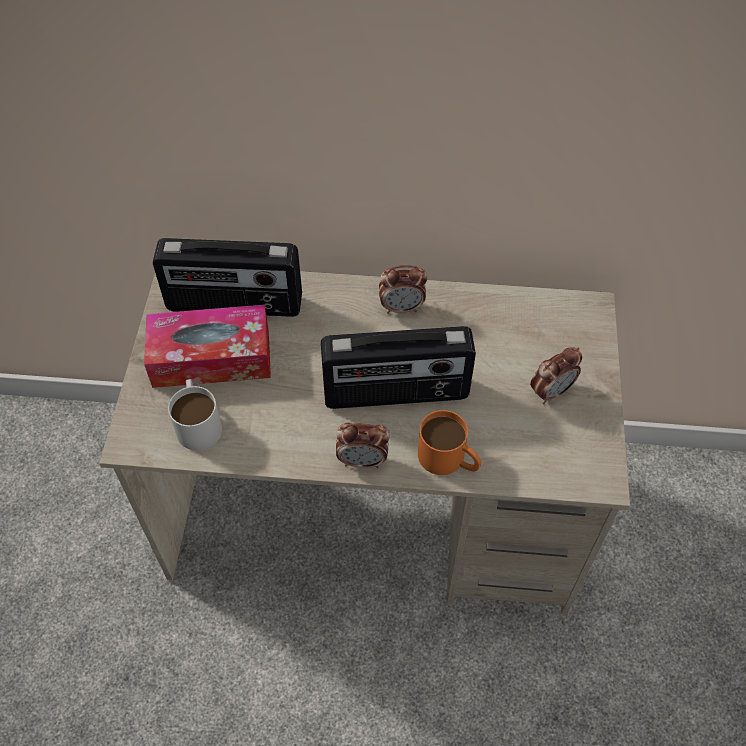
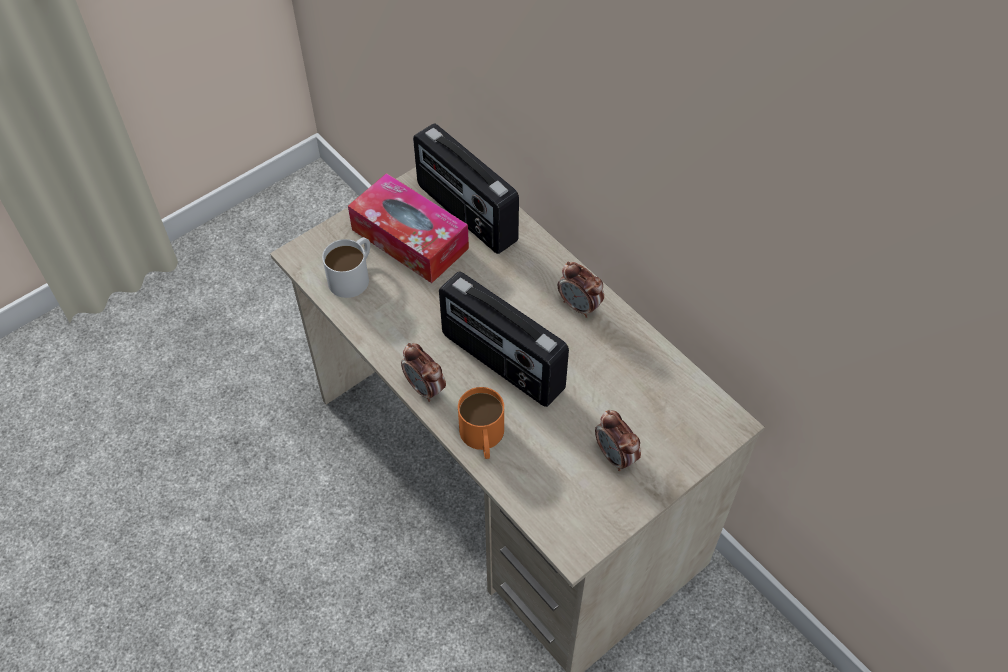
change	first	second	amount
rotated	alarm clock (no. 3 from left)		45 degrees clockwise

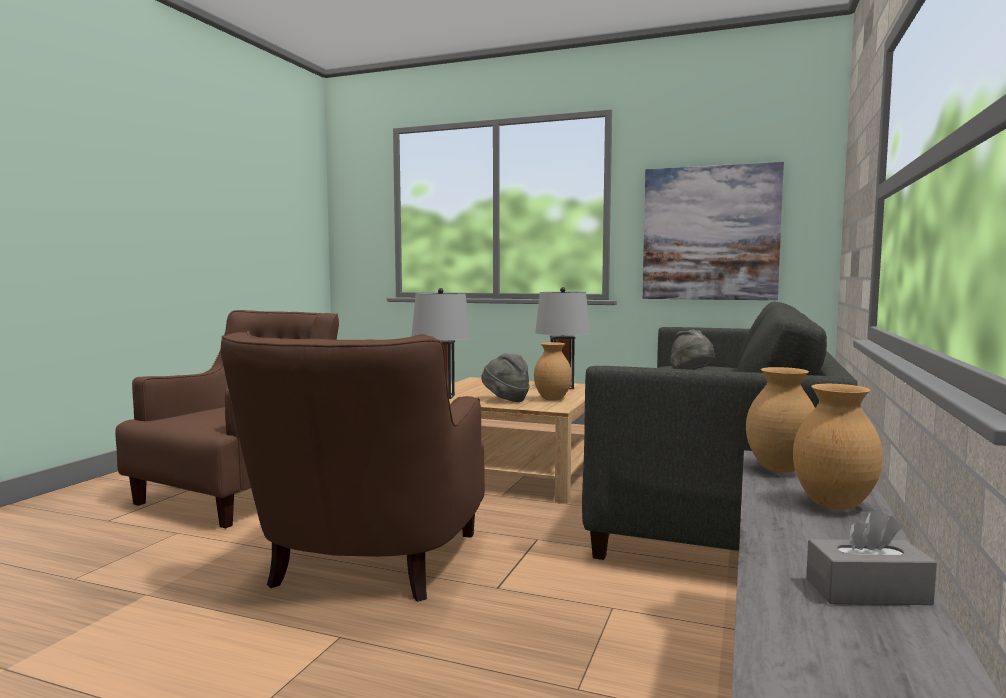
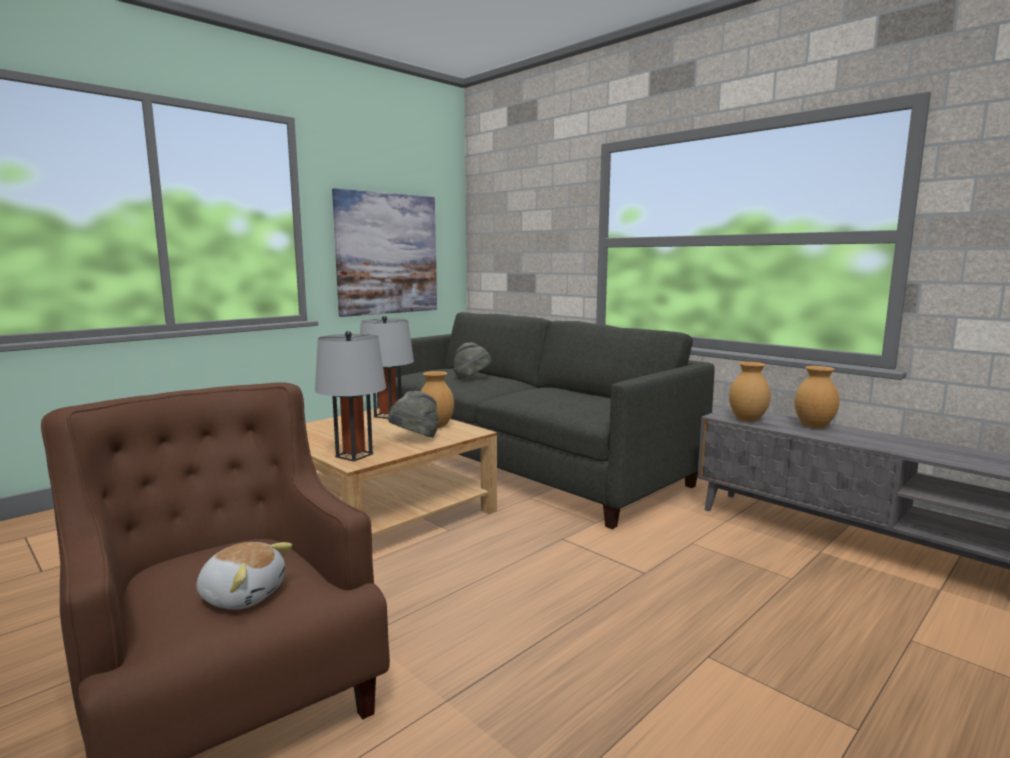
change	first	second	amount
gone	armchair (brown) (no. 2 from left)		
gone	tissue box (grey)		
new		plush toy	

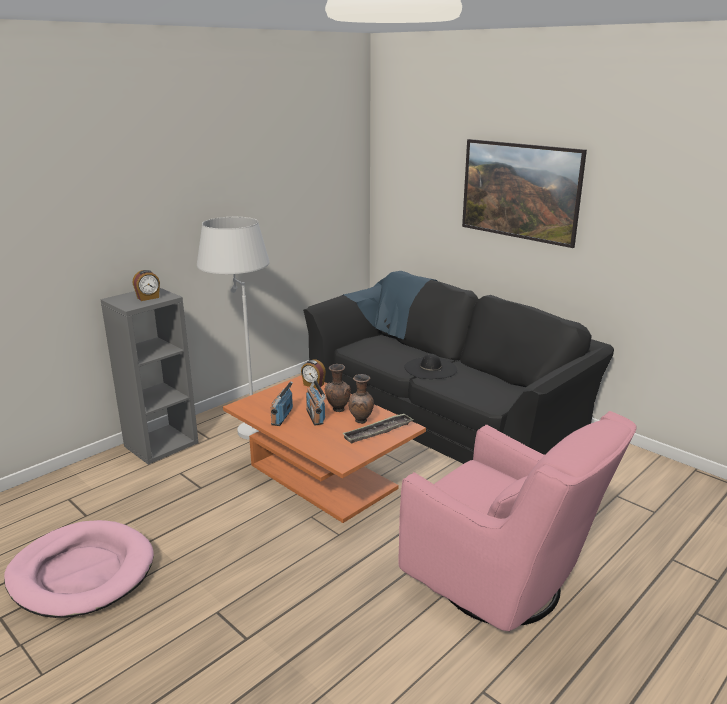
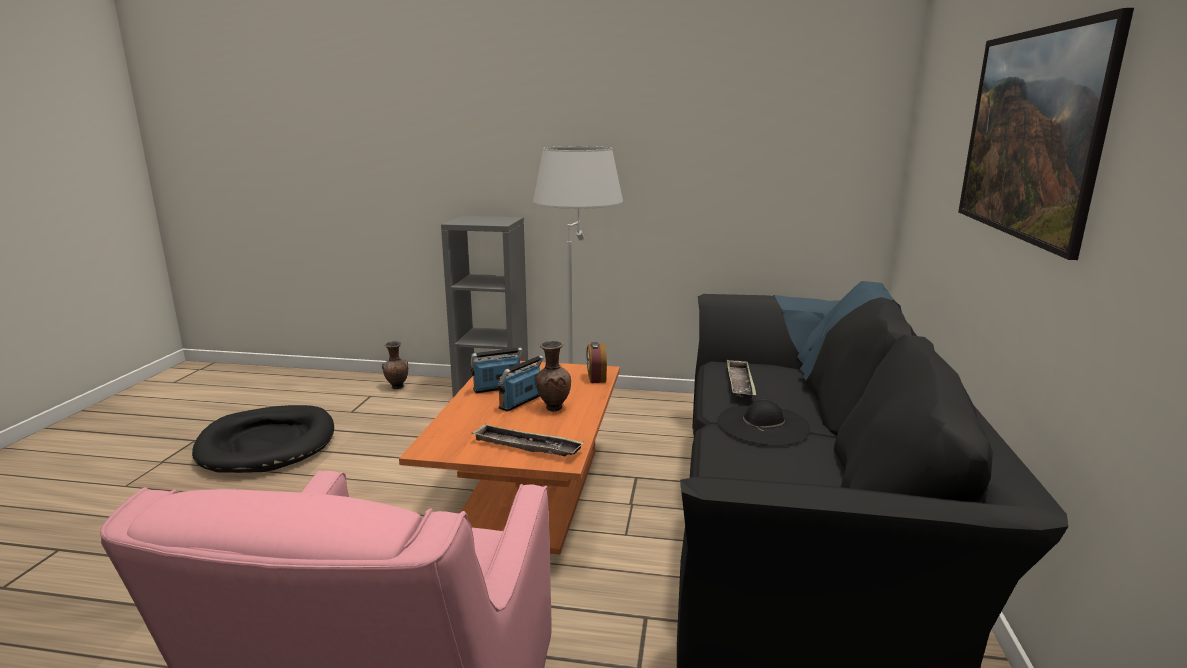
change	first	second	amount
gone	alarm clock (no. 1 from left)		
shifted	vase (brown) (no. 2 from left in the first image)	vase (brown) (no. 1 from left)	
repainted	dog bed (pink)	dog bed (black)	
new		tray (no. 2 from left)	

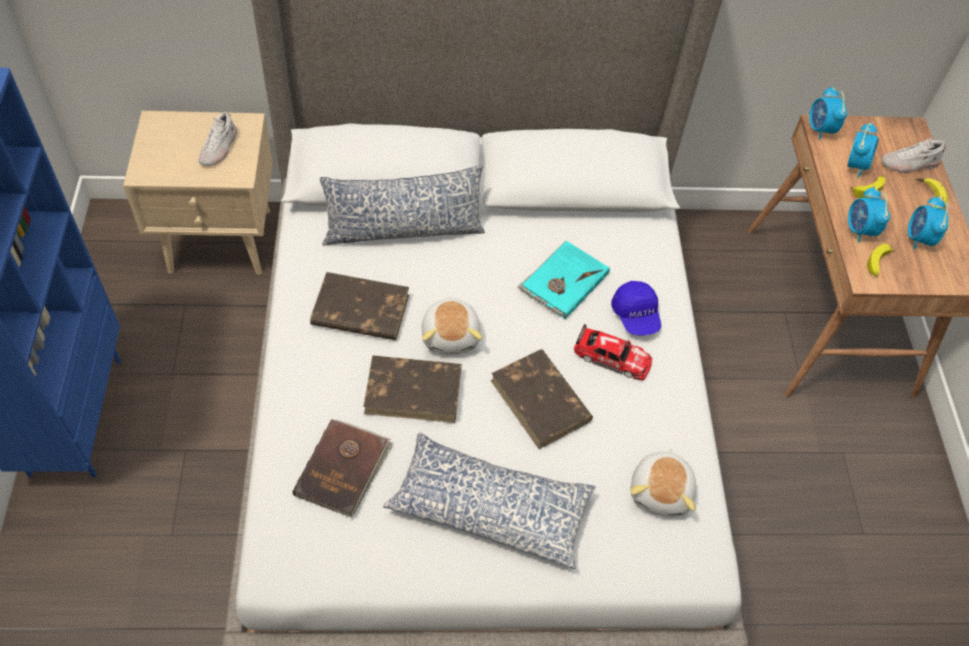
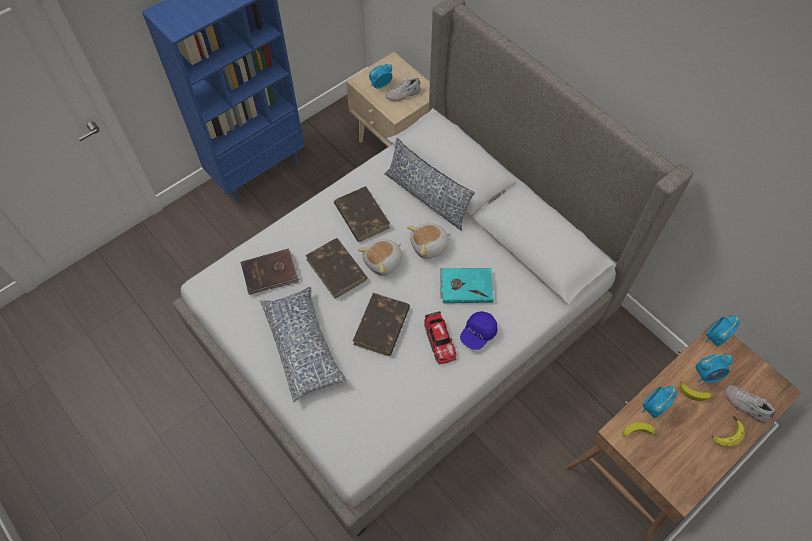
change	first	second	amount
shifted	alarm clock (no. 4 from left in the first image)	alarm clock (no. 1 from left)	
shifted	plush toy (no. 2 from left)		

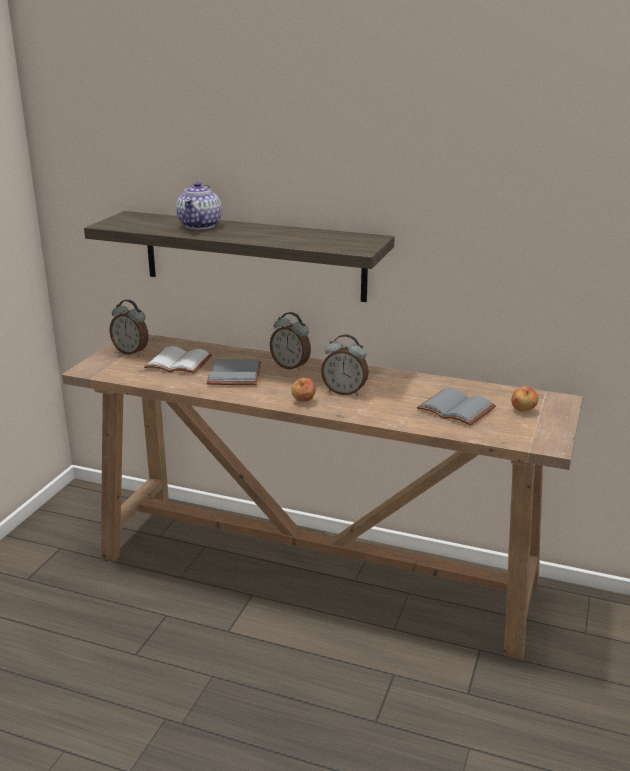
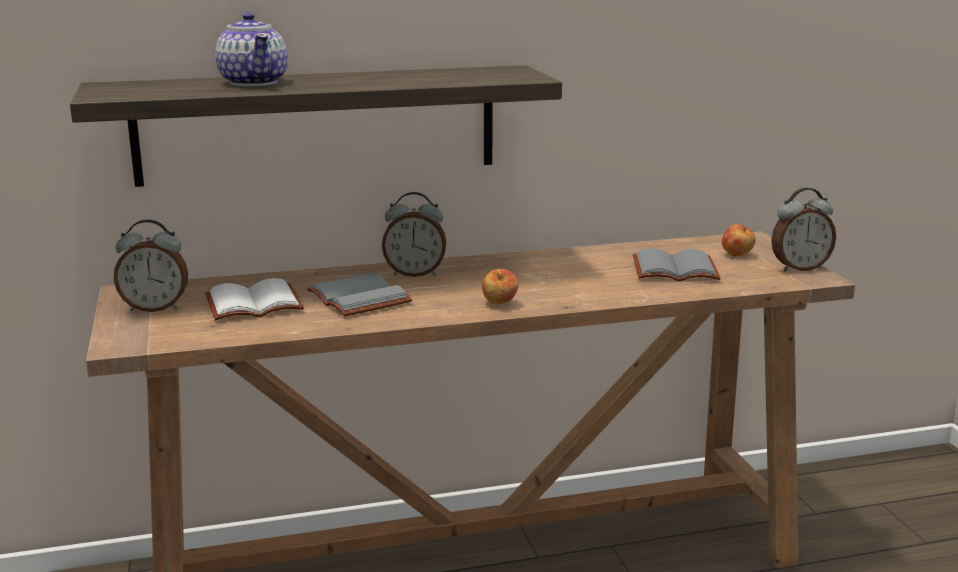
change	first	second	amount
shifted	alarm clock (no. 3 from left)		

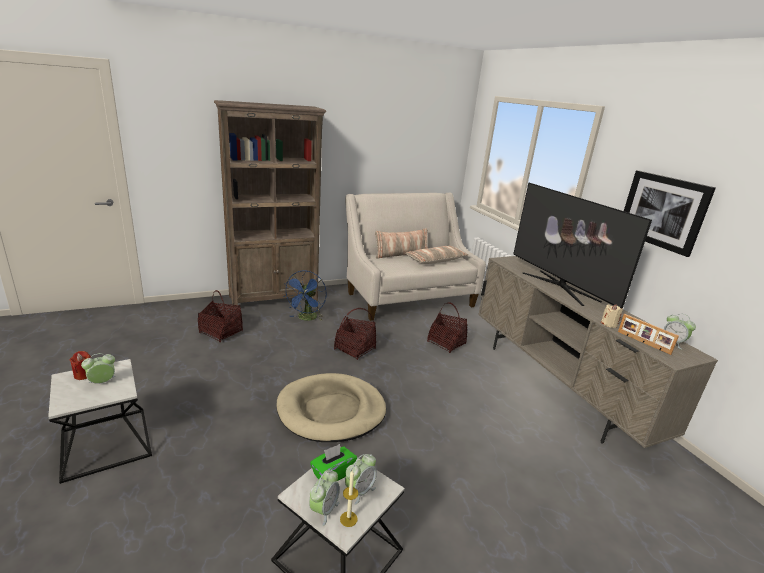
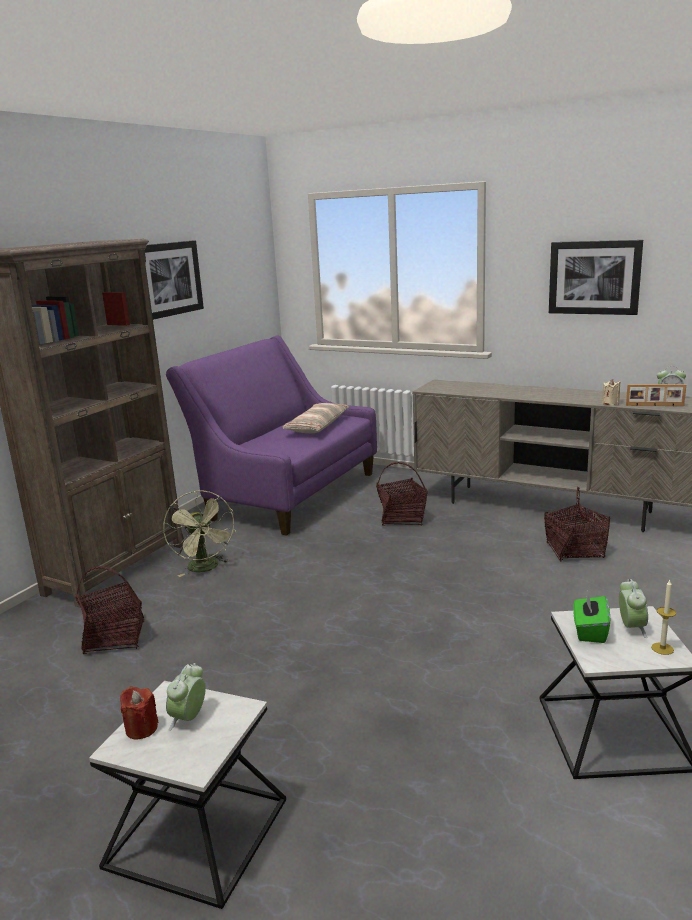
change	first	second	amount
gone	television		
repainted	sofa (beige)	sofa (purple)	
gone	pillow (no. 1 from left)		
repainted	fan (blue)	fan (green)	
shifted	basket (no. 2 from left in the first image)	basket (no. 3 from left)	
gone	dog bed (beige)		
gone	alarm clock (no. 2 from left)		
new		picture (no. 1 from left)	

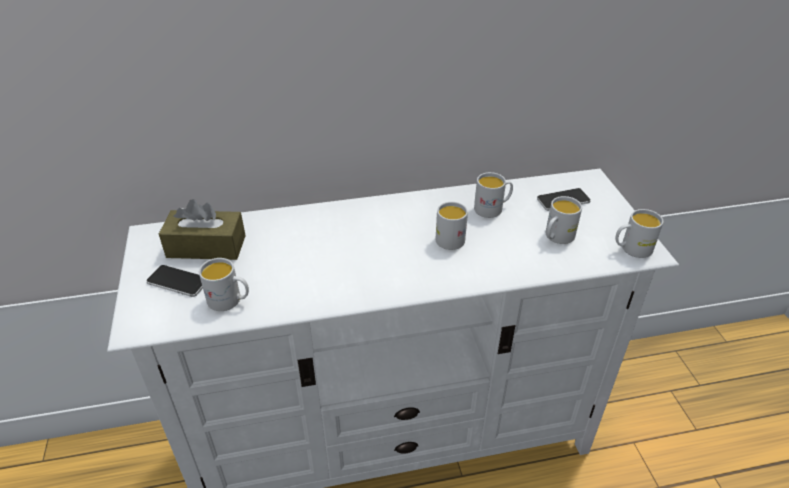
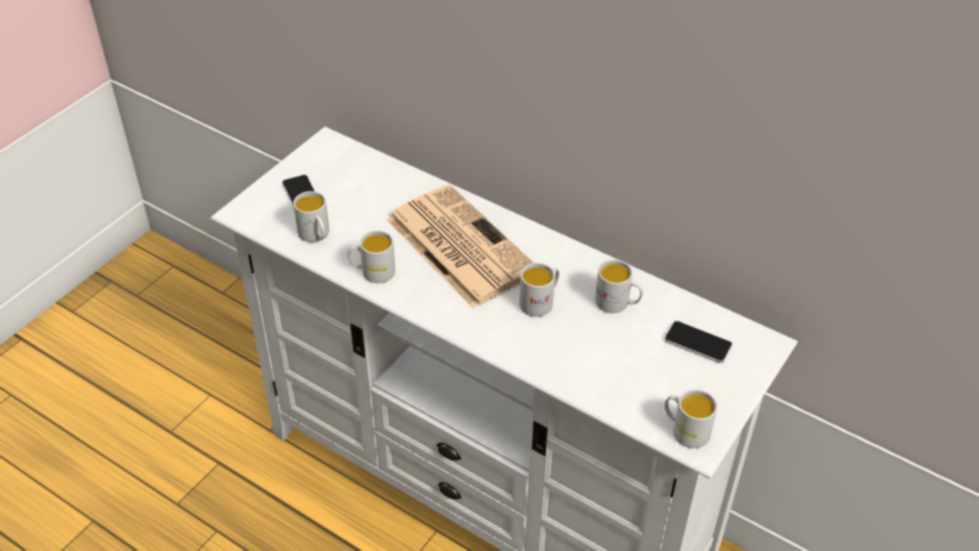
change	first	second	amount
shifted	mug (white) (no. 4 from left in the first image)	mug (white) (no. 2 from left)	
gone	tissue box (brown)		
new		newspaper	

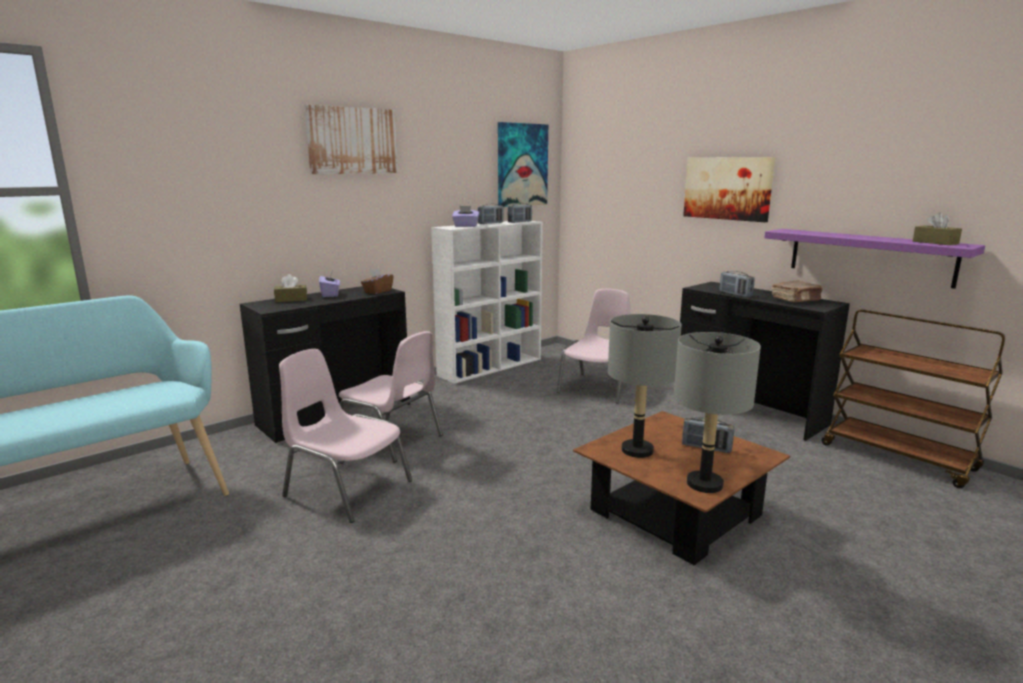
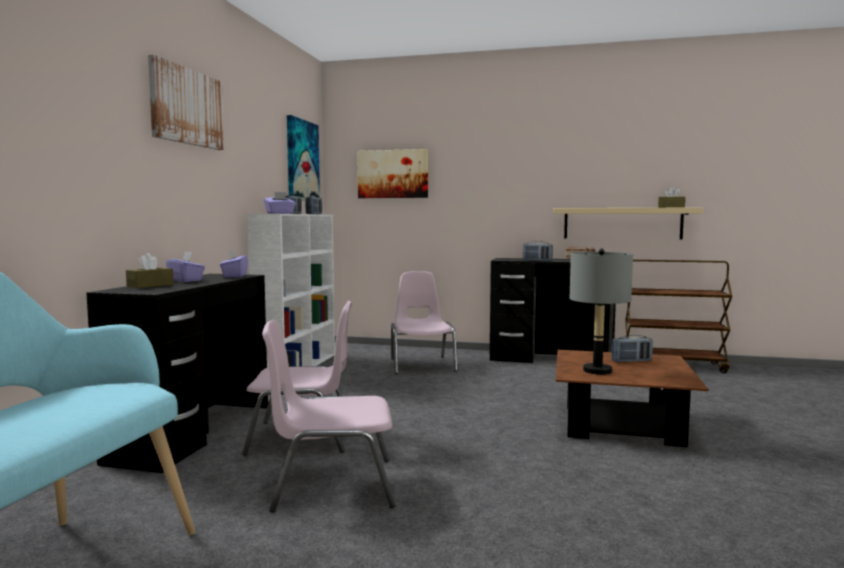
change	first	second	amount
shifted	picture (no. 3 from left)		
repainted	shelf (purple)	shelf (beige)	
repainted	tissue box (brown) (no. 2 from left)	tissue box (purple) (no. 2 from left)	
gone	table lamp (grey) (no. 2 from left)		

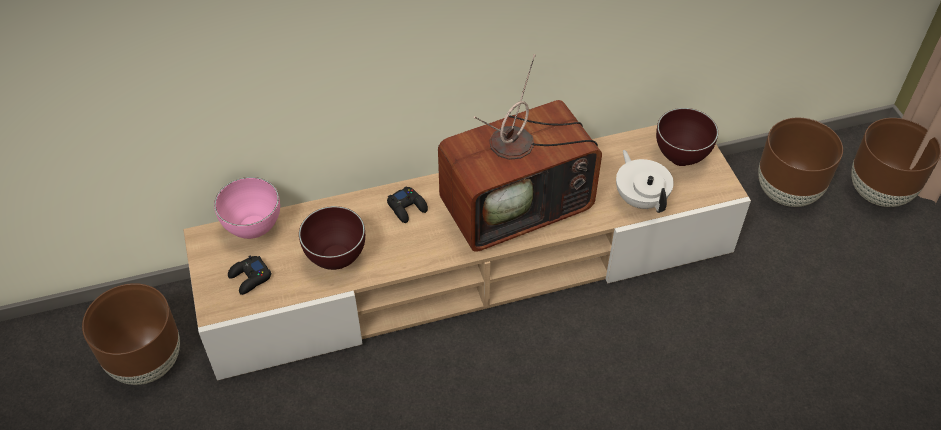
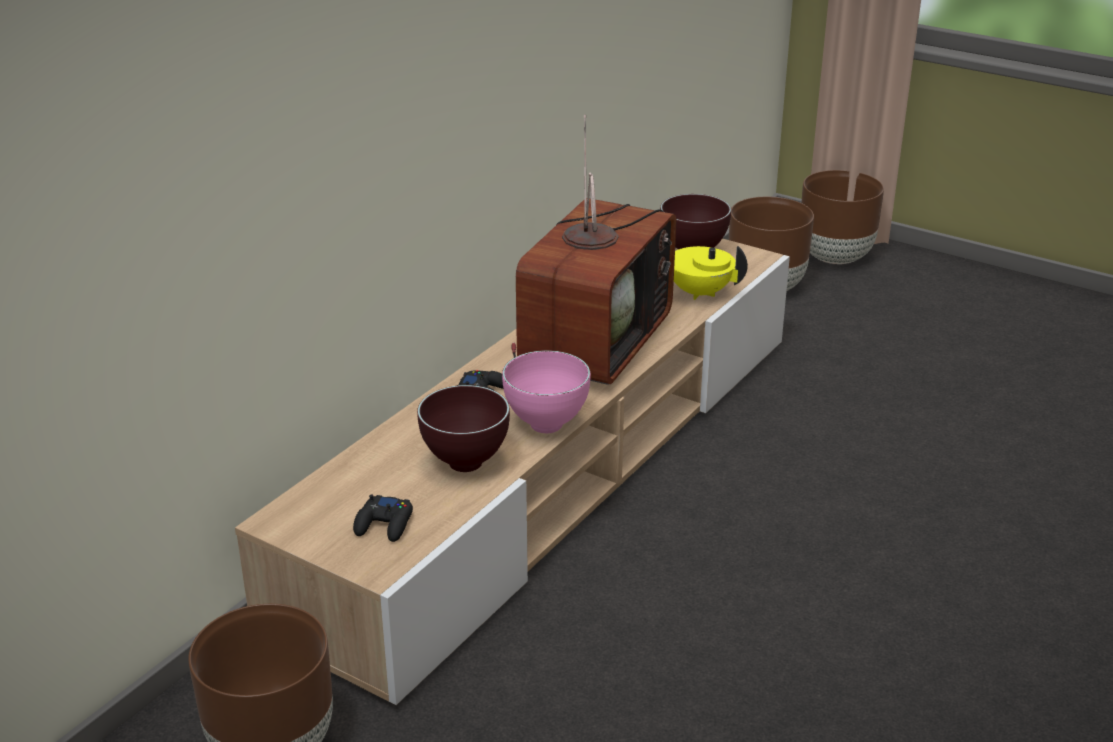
change	first	second	amount
repainted	teapot (white)	teapot (yellow)	
shifted	bowl (pink)		

